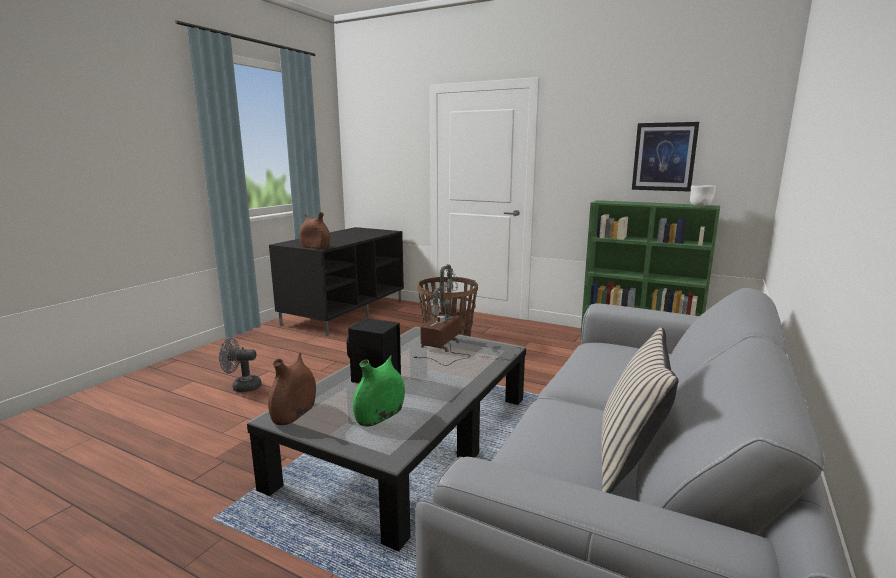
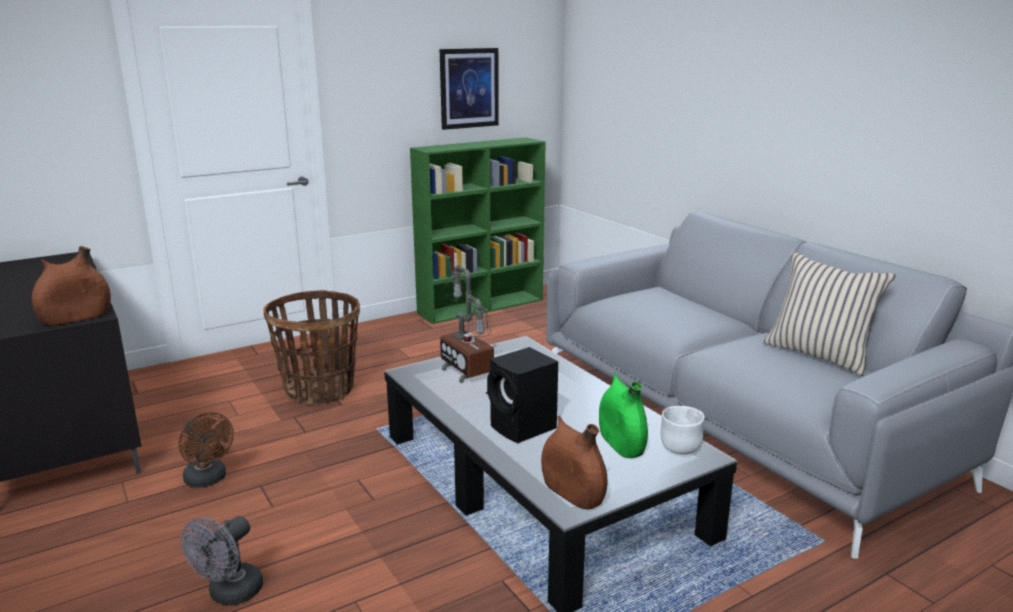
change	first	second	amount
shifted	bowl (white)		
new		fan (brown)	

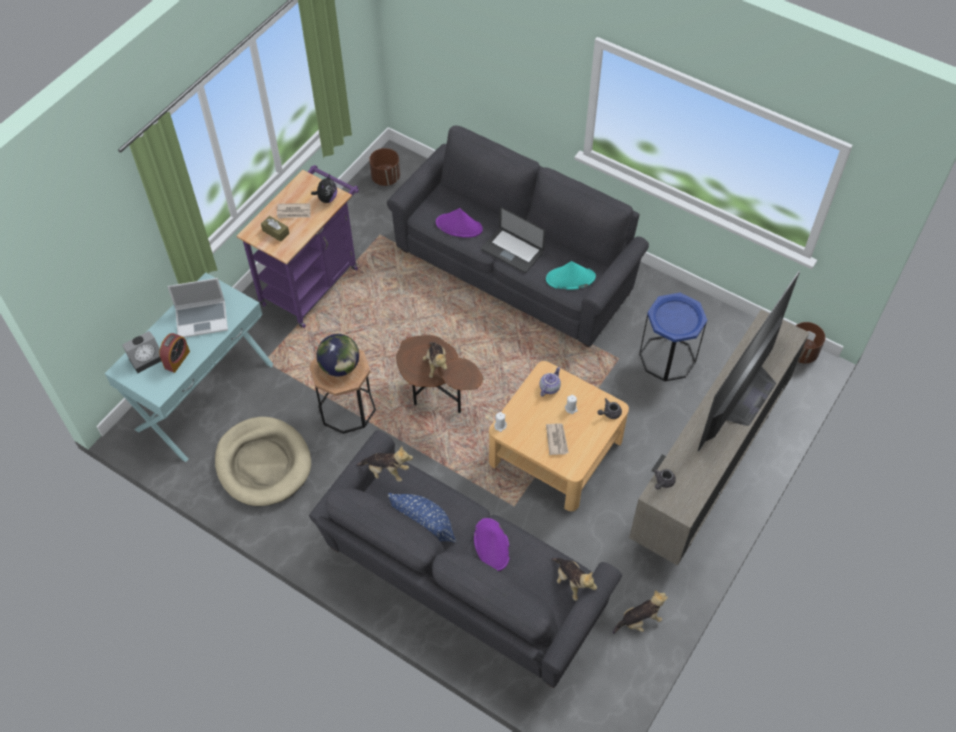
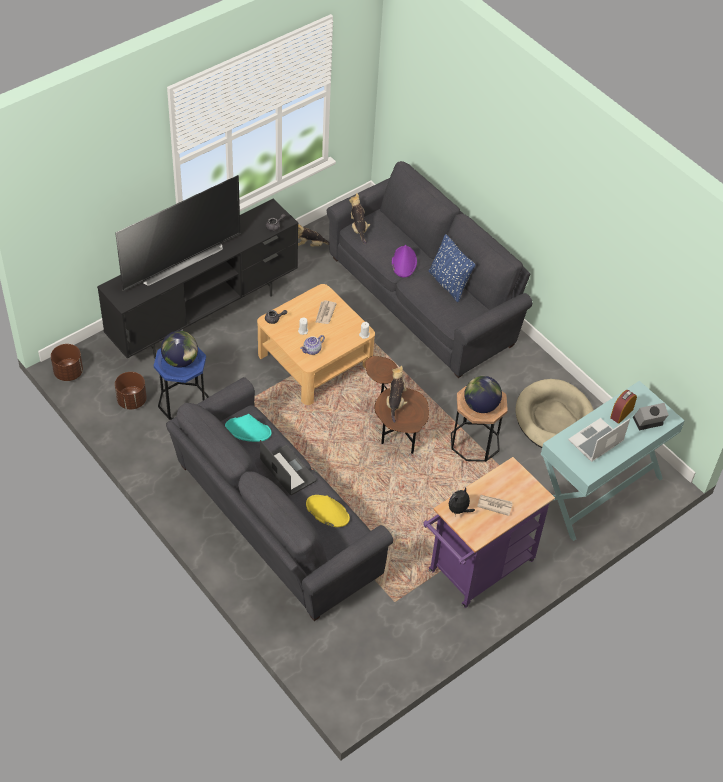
change	first	second	amount
shifted	planter (brown) (no. 1 from left in the first image)	planter (brown) (no. 2 from left)	
repainted	hat (purple) (no. 1 from left)	hat (yellow)	
gone	tissue box (brown)		
rotated	laptop (no. 1 from left in the first image)	laptop (no. 2 from left)	45 degrees counterclockwise
repainted	tv stand (beige)	tv stand (black)	
gone	plush toy (no. 2 from left)		
new		globe (no. 1 from left)	

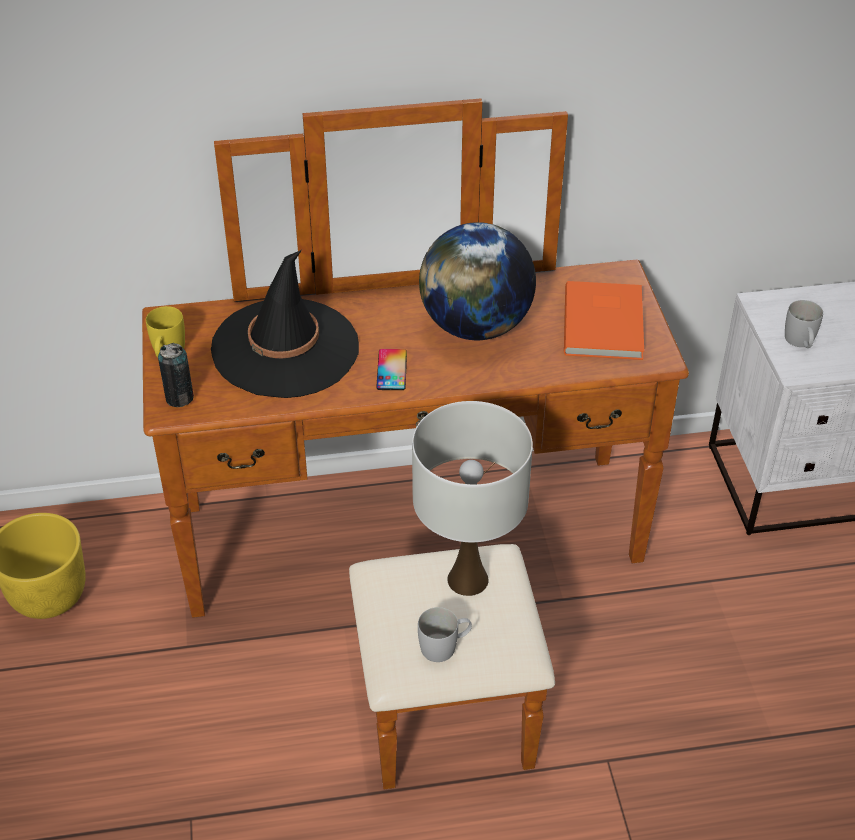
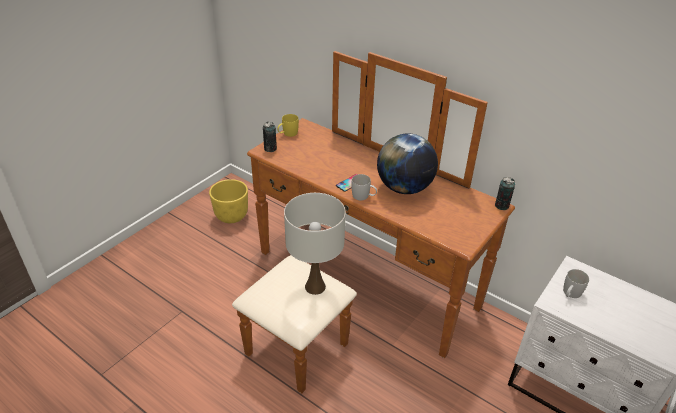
change	first	second	amount
gone	hat (black)		
gone	book (orange)		
shifted	mug (white) (no. 1 from left)		
new		can (no. 2 from left)	

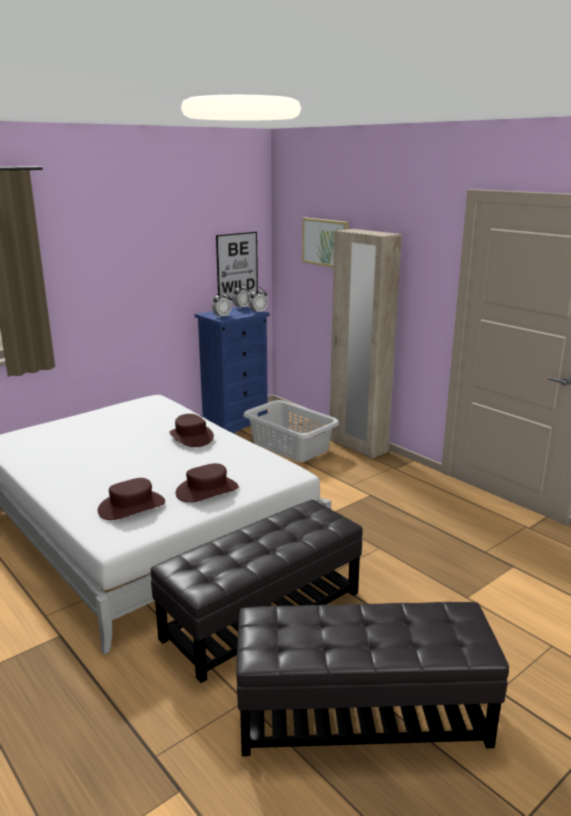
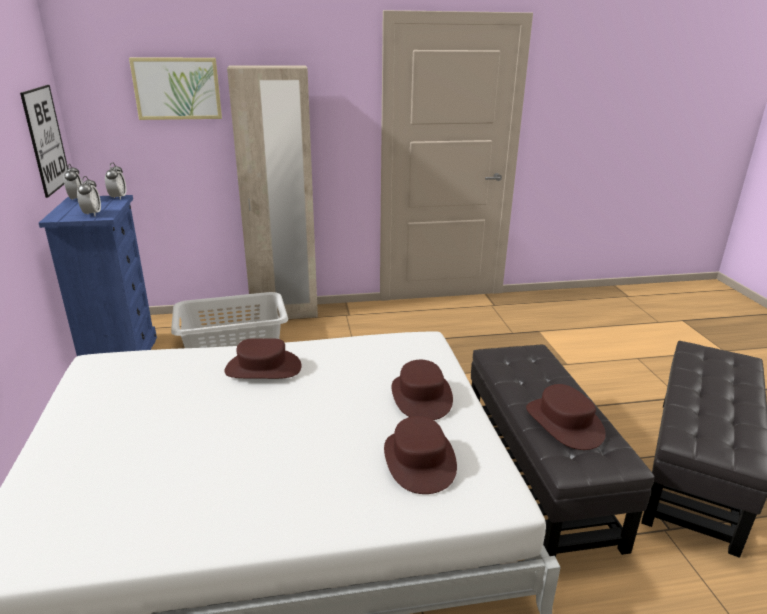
change	first	second	amount
new		hat (brown) (no. 4 from left)	

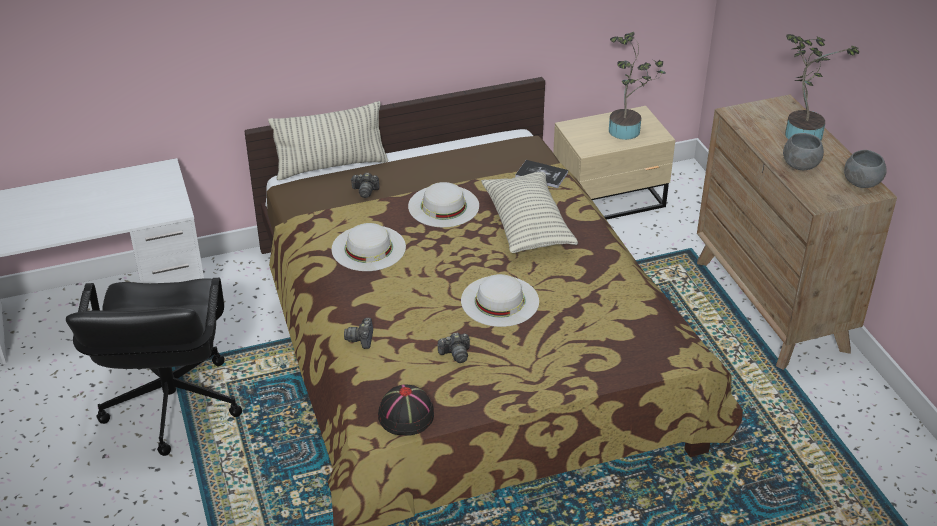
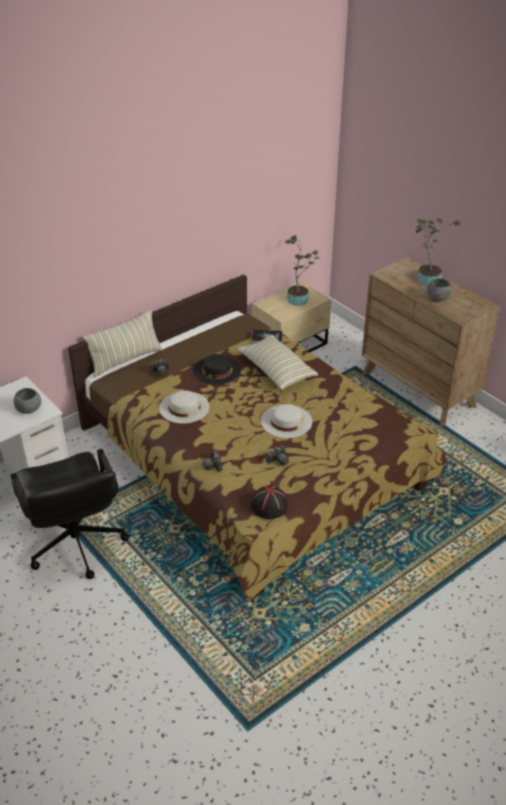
change	first	second	amount
shifted	bowl (grey) (no. 2 from left in the first image)	bowl (grey) (no. 1 from left)	
repainted	hat (white) (no. 2 from left)	hat (black) (no. 1 from left)	

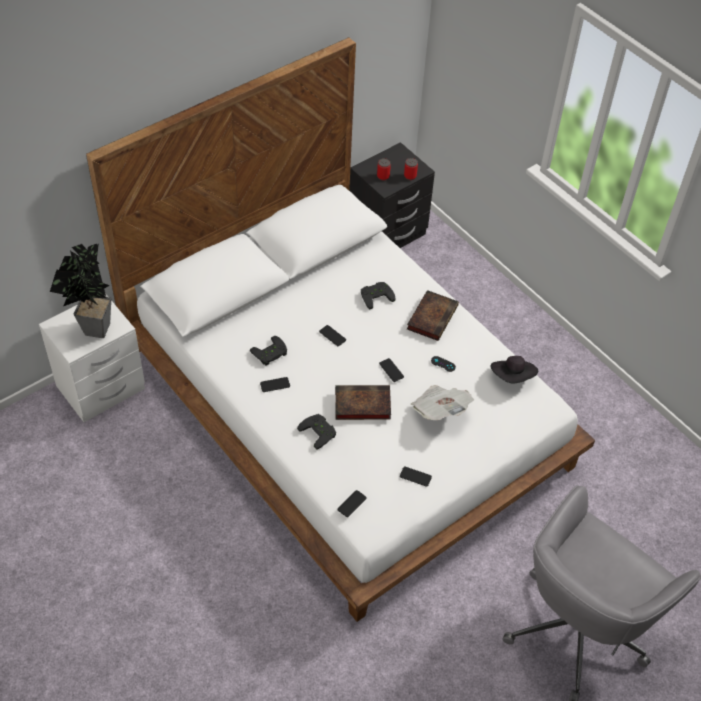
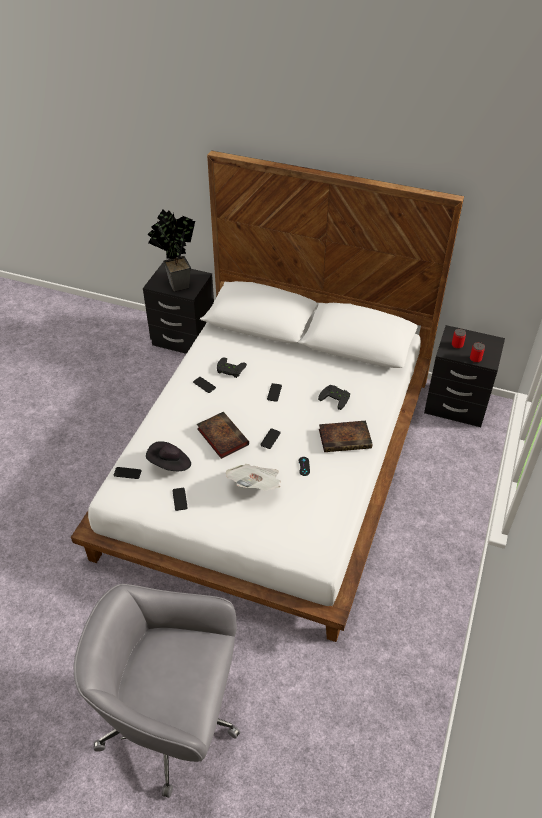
change	first	second	amount
repainted	nightstand (white)	nightstand (black) (no. 1 from left)	
shifted	hat (black)		
gone	game controller (black) (no. 2 from left)		

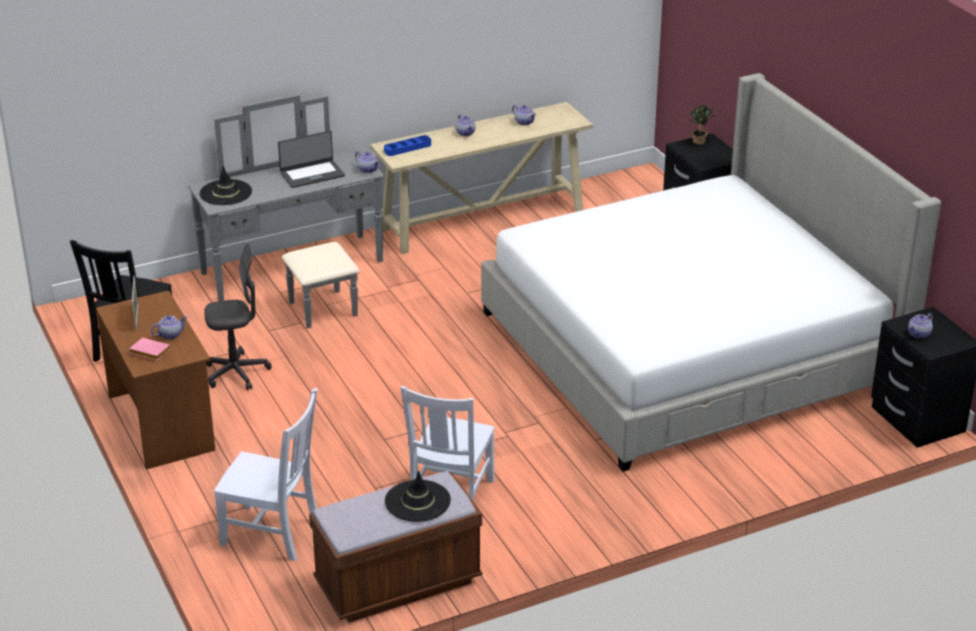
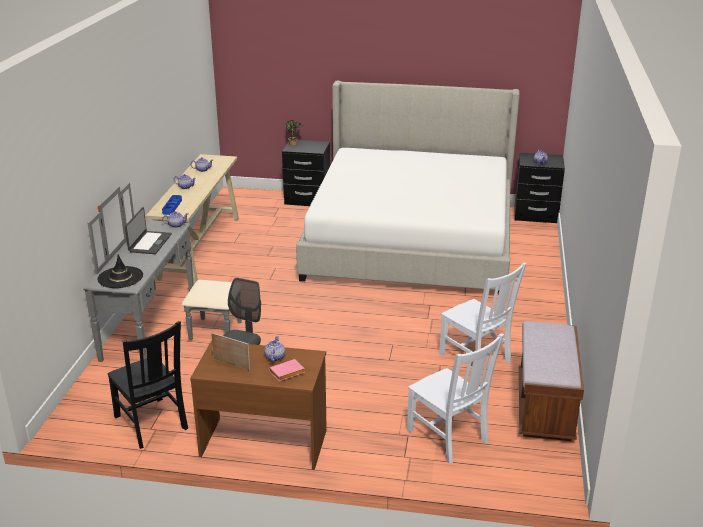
change	first	second	amount
rotated	chair (white) (no. 1 from left)		90 degrees clockwise
gone	hat (black) (no. 2 from left)		

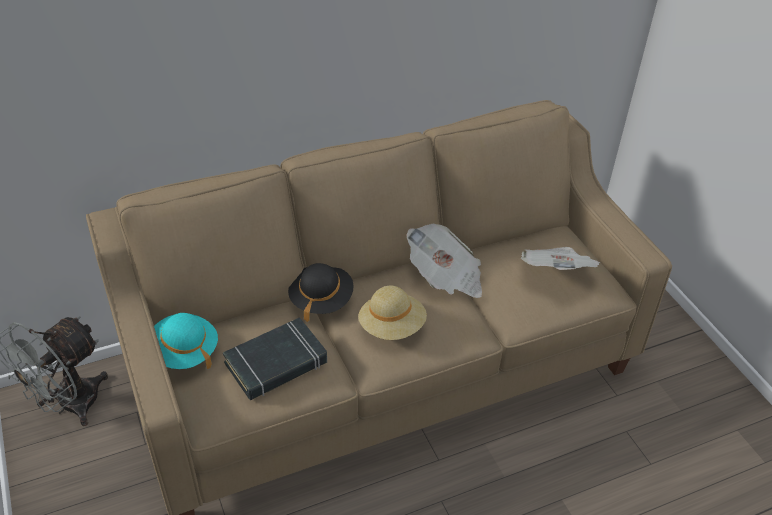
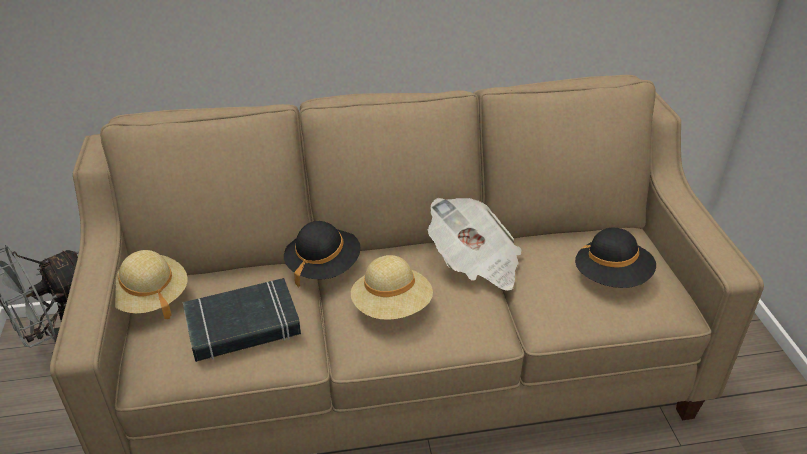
change	first	second	amount
swapped	newspaper (no. 2 from left)	hat (black) (no. 2 from left)	
repainted	hat (turquoise)	hat (beige) (no. 1 from left)	

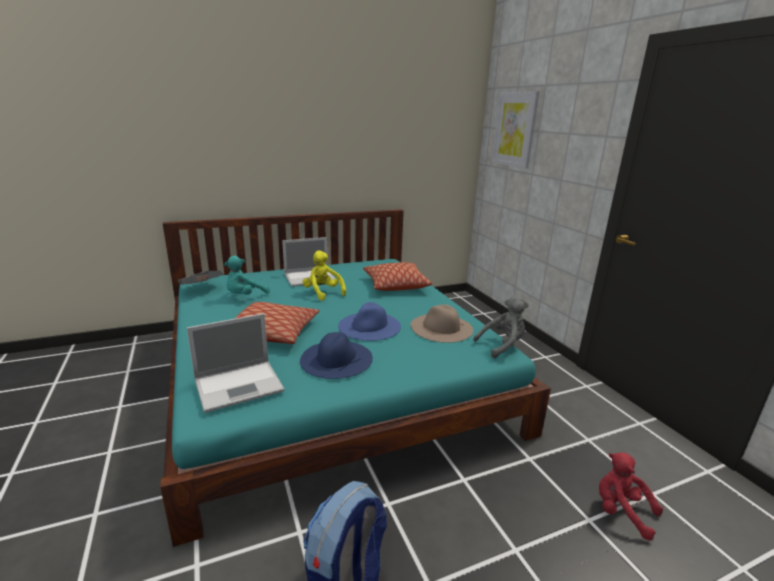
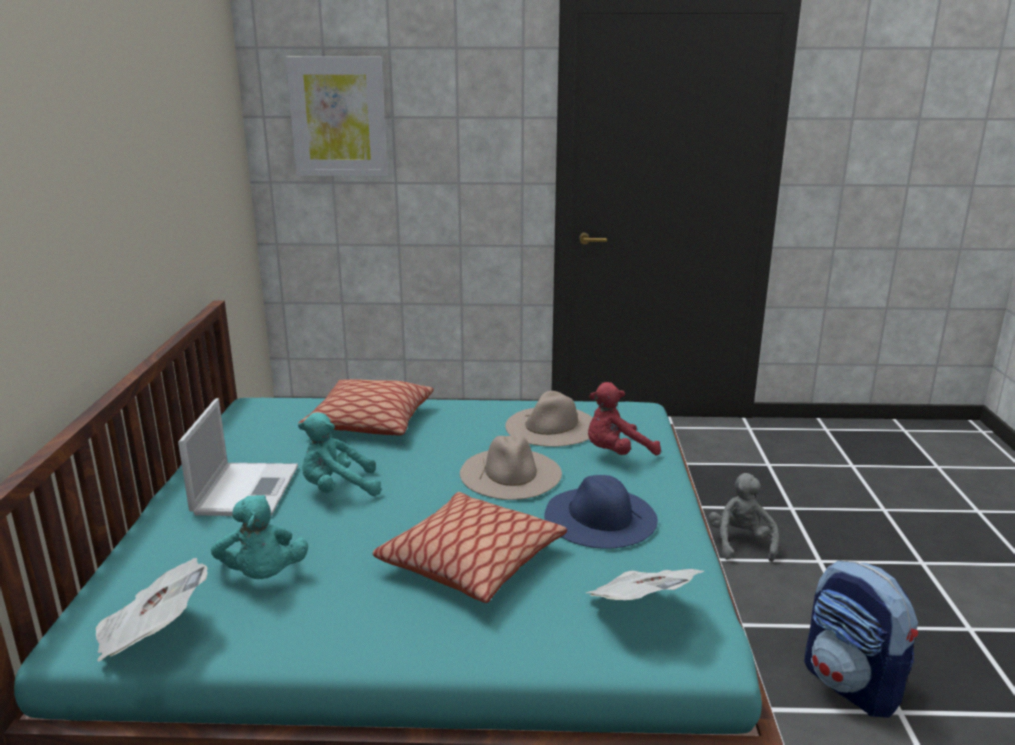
change	first	second	amount
repainted	plush toy (yellow)	plush toy (turquoise) (no. 2 from left)	
shifted	plush toy (grey)		
repainted	hat (blue) (no. 2 from left)	hat (beige) (no. 1 from left)	
swapped	laptop (no. 1 from left)	newspaper (no. 2 from left)	
shifted	plush toy (red)		

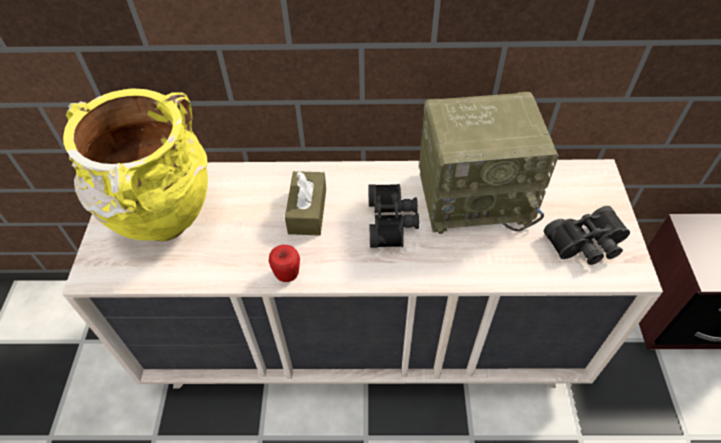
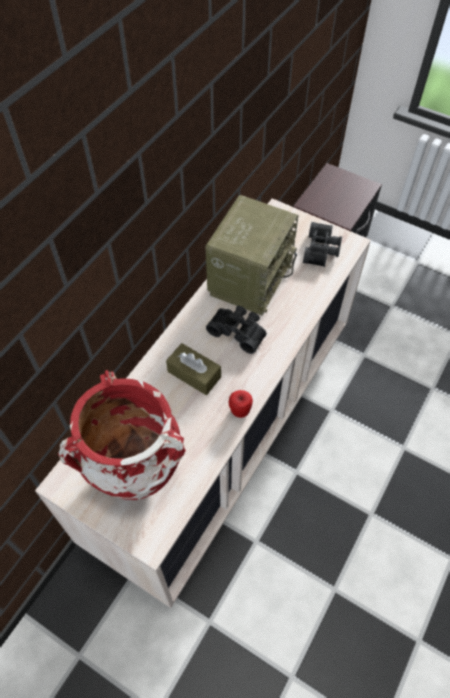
change	first	second	amount
repainted	vase (yellow)	vase (red)	

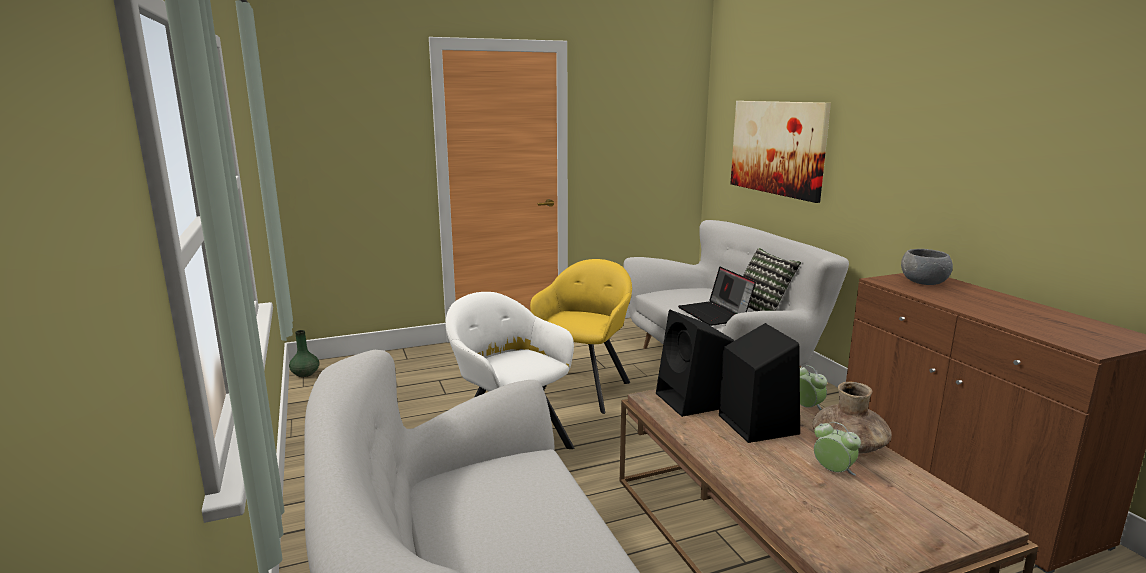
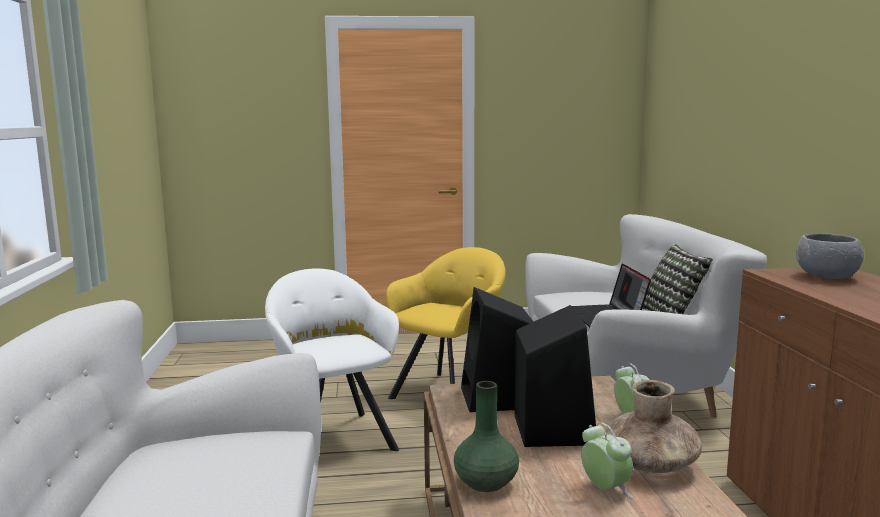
change	first	second	amount
gone	picture		
shifted	vase (green)		

